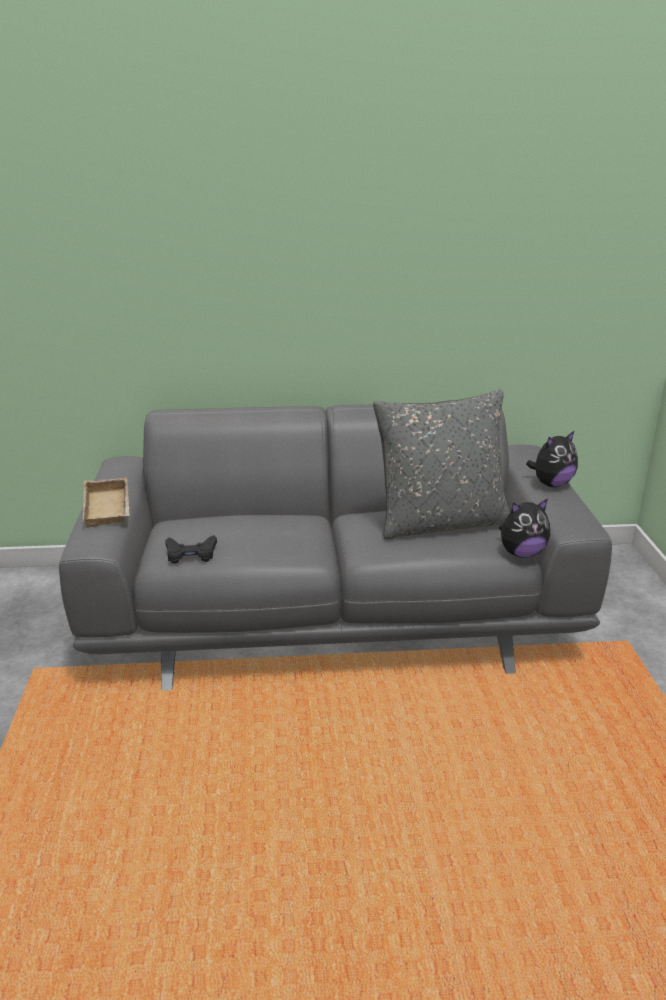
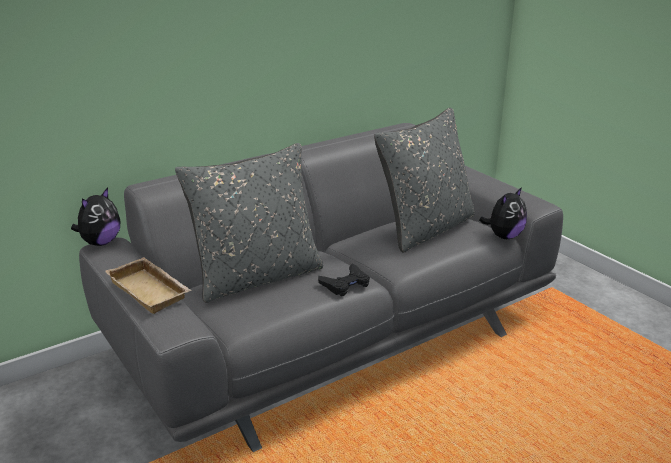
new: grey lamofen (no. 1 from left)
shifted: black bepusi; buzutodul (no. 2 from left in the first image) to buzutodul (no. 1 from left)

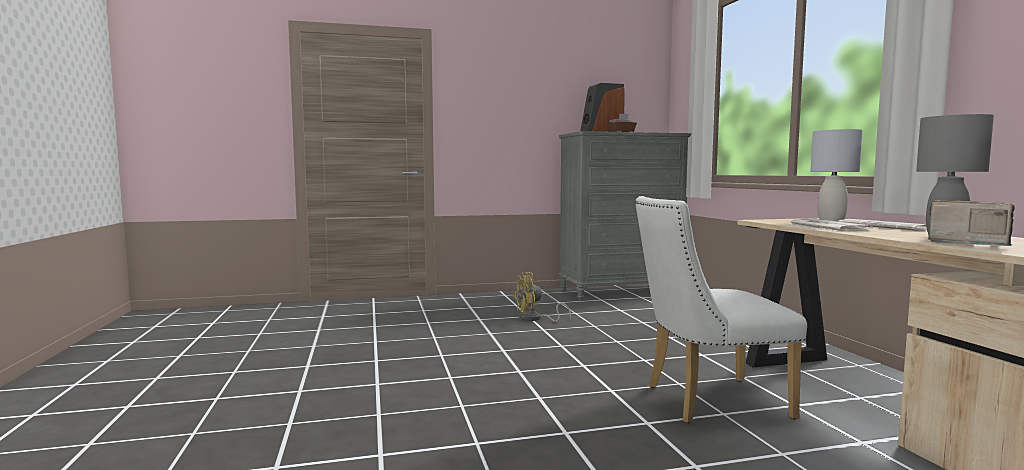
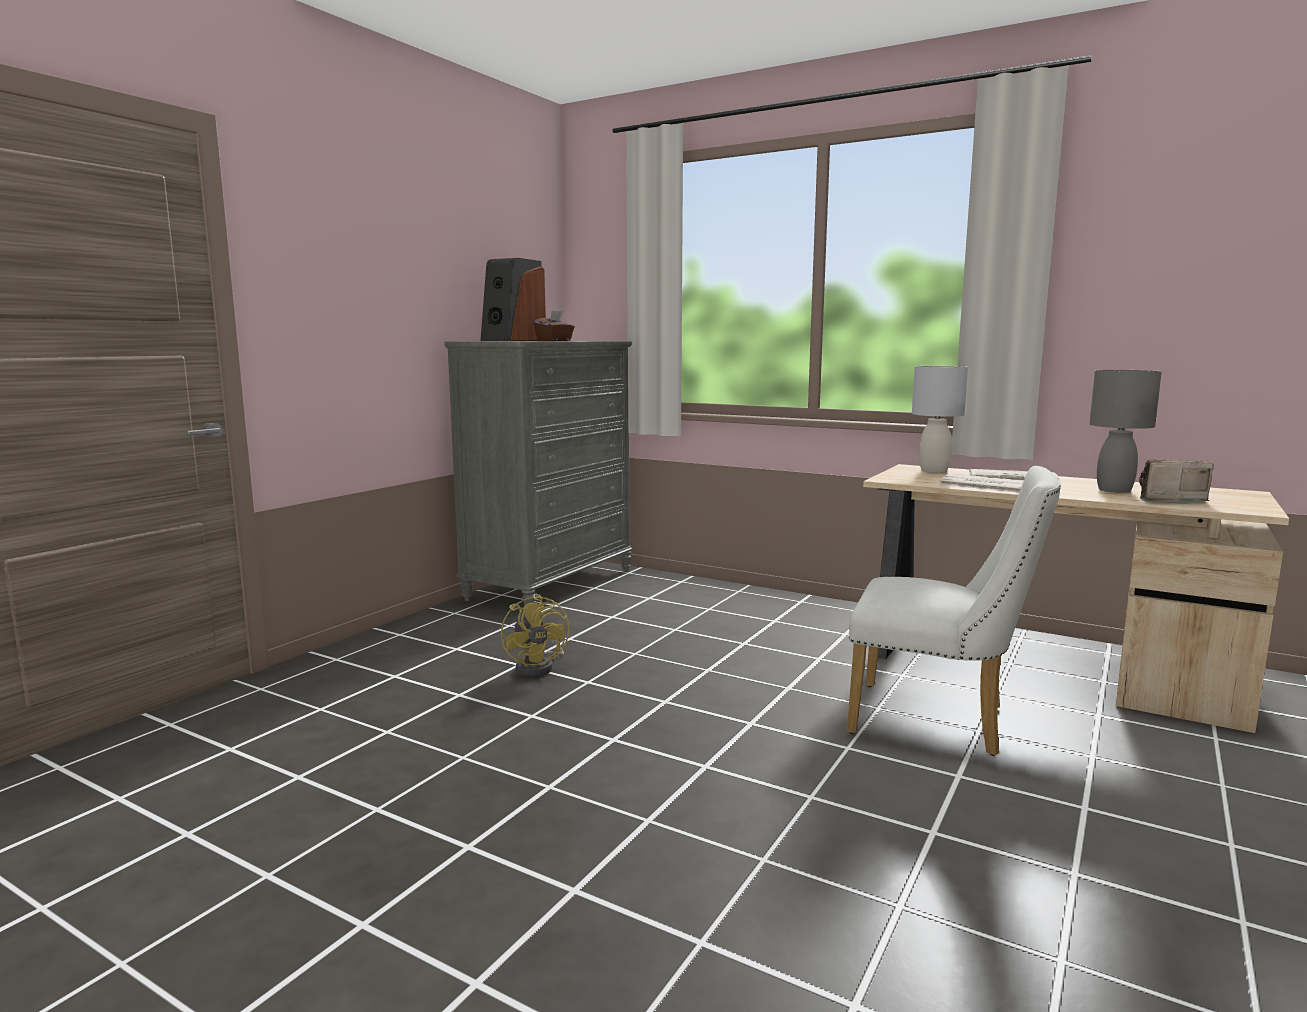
rotated: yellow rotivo 45 degrees counterclockwise; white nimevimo 105 degrees counterclockwise

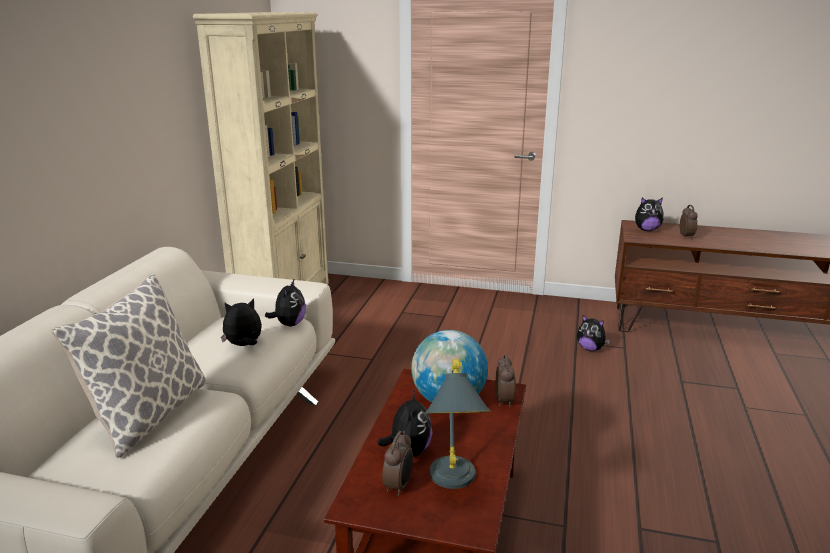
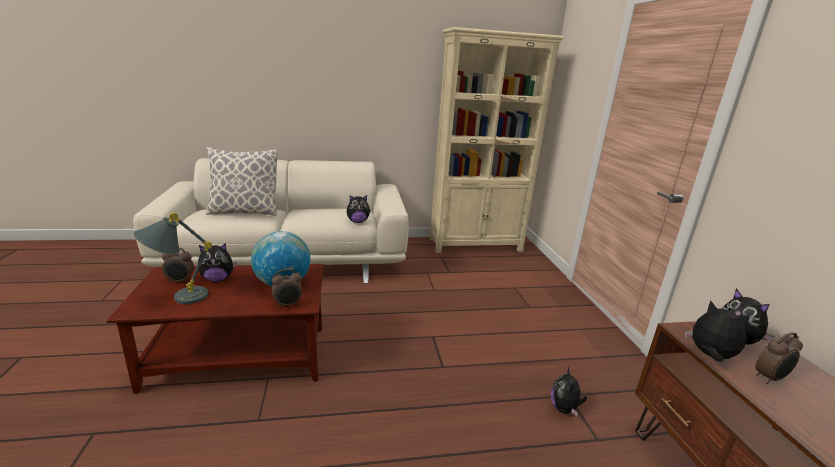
shifted: buzutodul (no. 1 from left in the first image) to buzutodul (no. 4 from left)

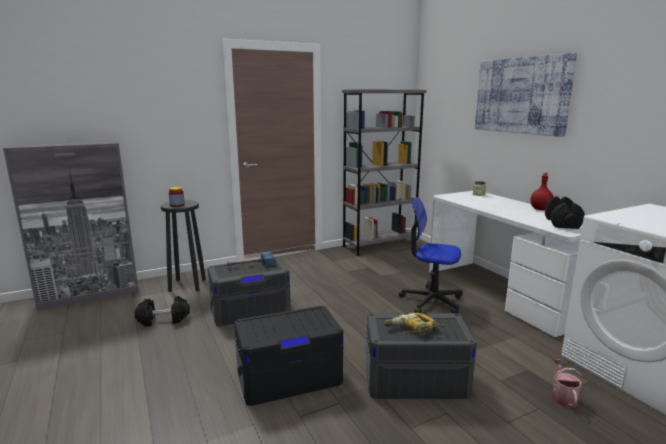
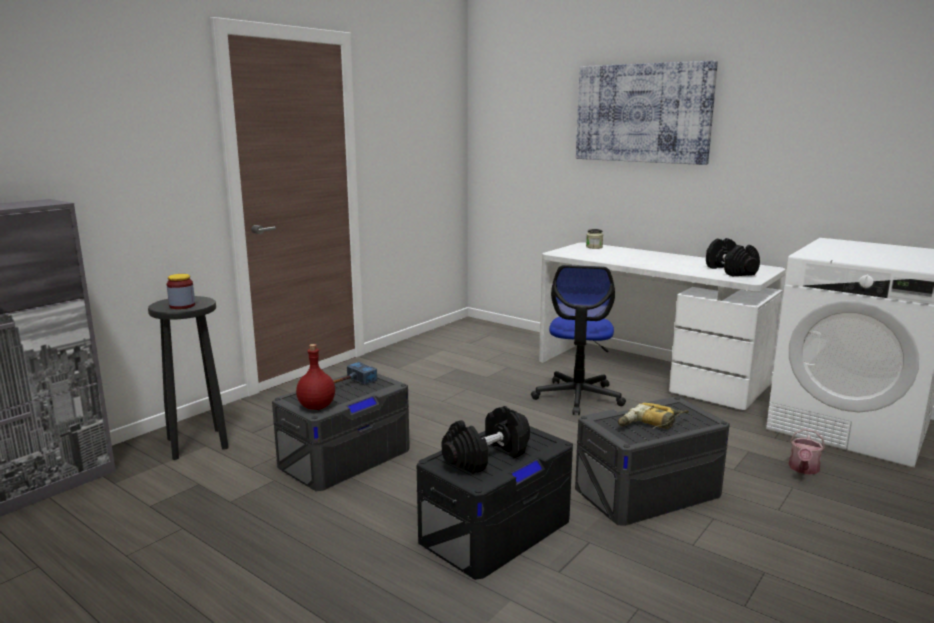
gone: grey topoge
shifted: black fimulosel (no. 1 from left); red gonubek
rotated: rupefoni 75 degrees counterclockwise; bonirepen 135 degrees counterclockwise

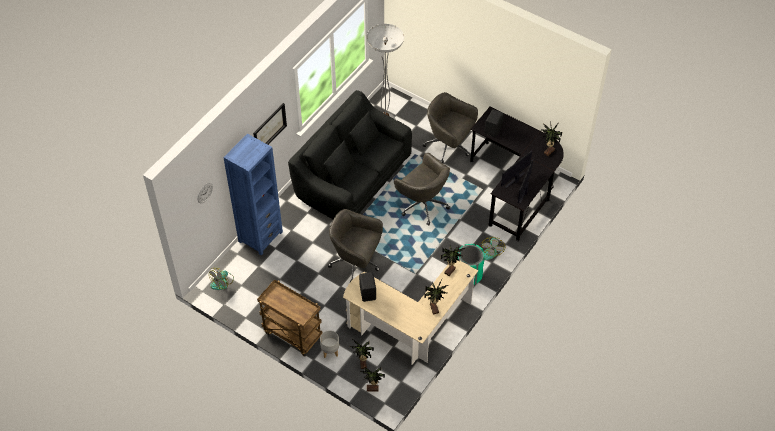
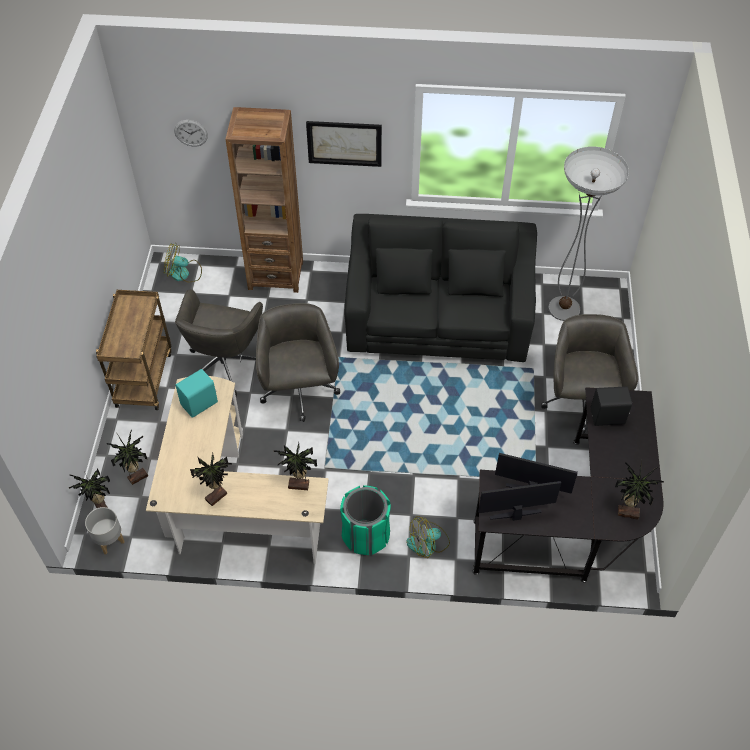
shifted: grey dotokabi; grey rupefoni (no. 2 from left in the first image) to grey rupefoni (no. 1 from left)
repainted: blue topoge to brown topoge; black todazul (no. 1 from left) to turquoise todazul

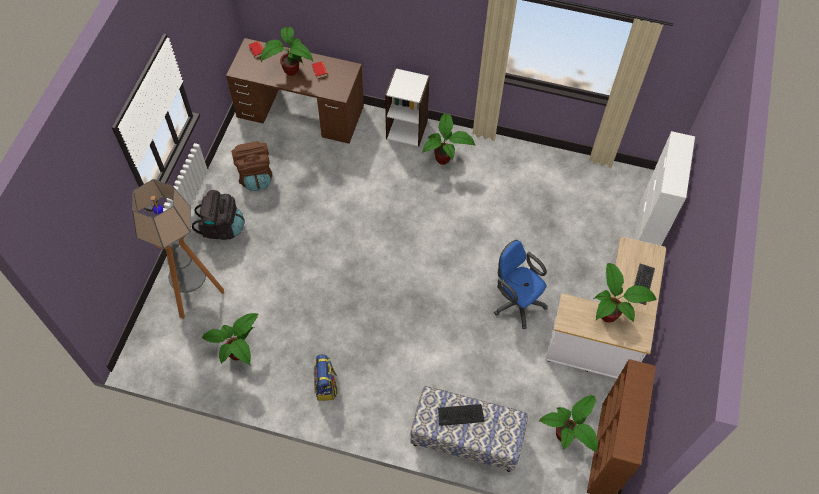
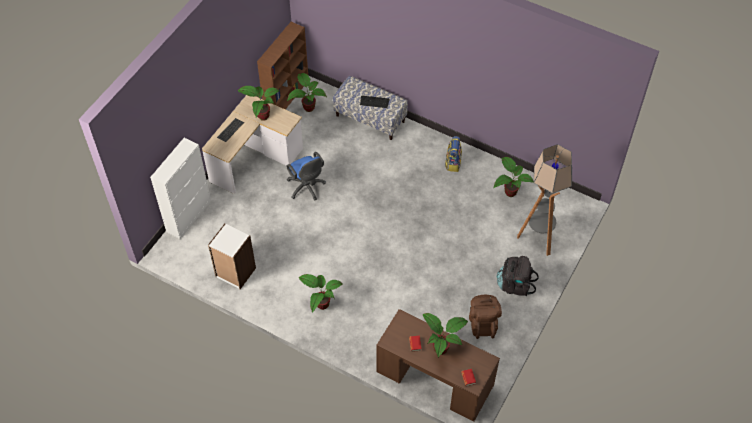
shifted: white topoge

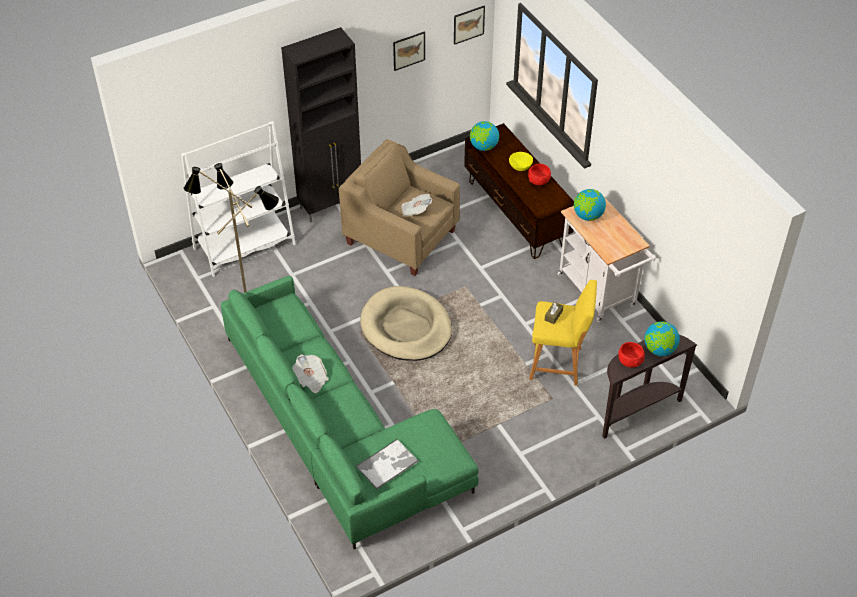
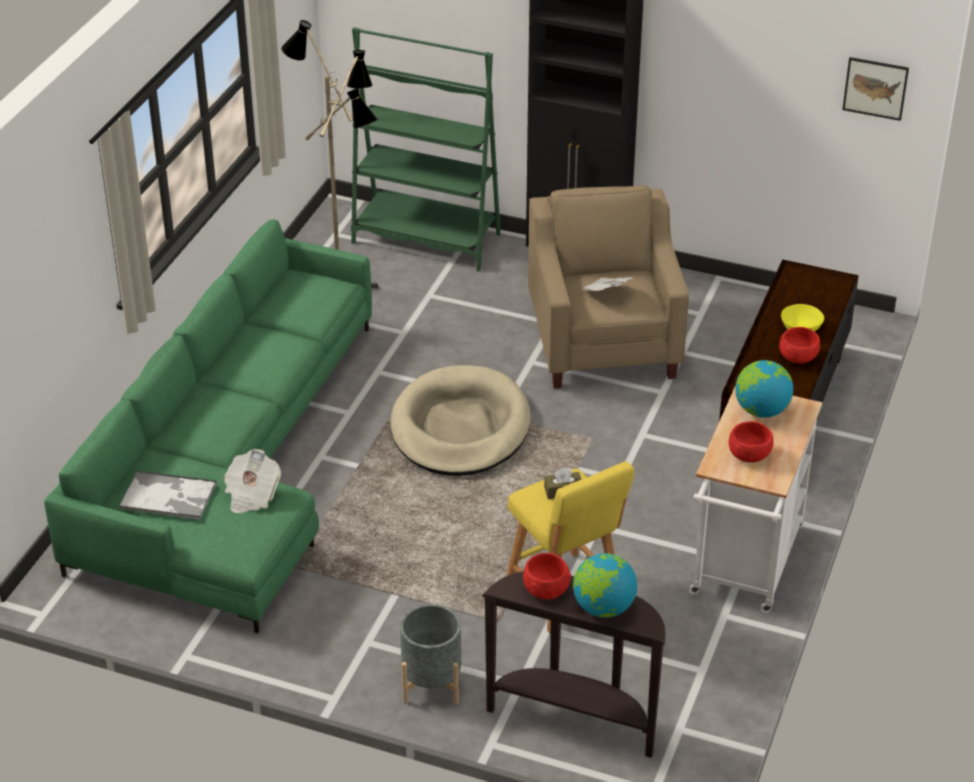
gone: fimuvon (no. 1 from left); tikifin (no. 1 from left)
new: grey dotokabi; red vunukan (no. 2 from left)
shifted: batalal (no. 1 from left)
repainted: white topoge to green topoge

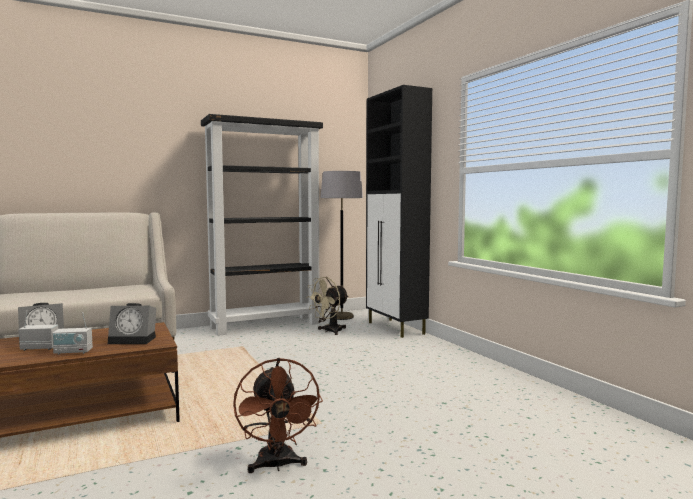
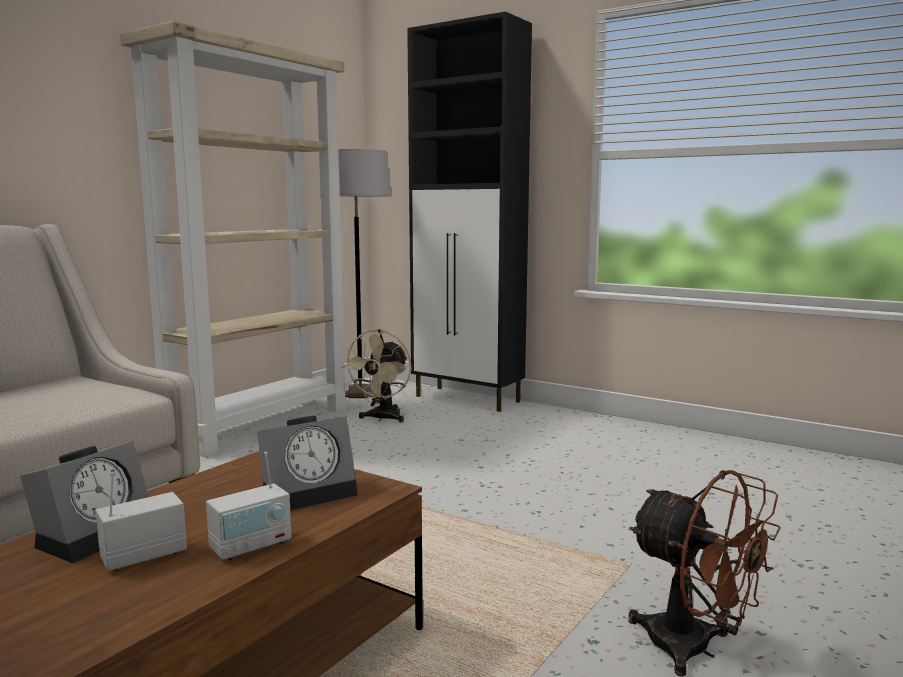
repainted: black topoge to beige topoge

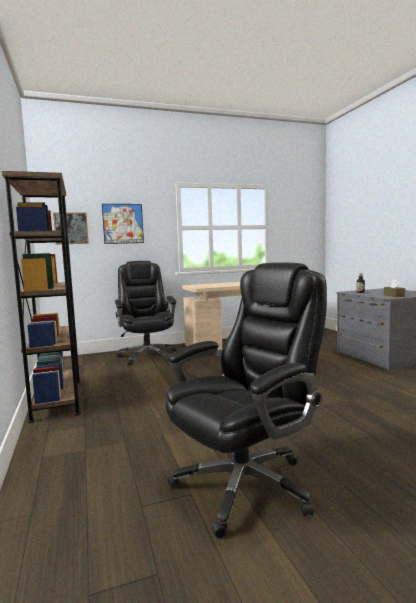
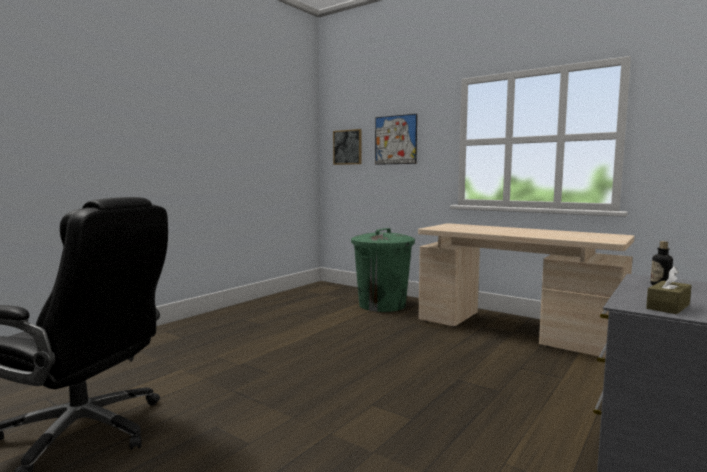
gone: brown topoge
swapped: black rupefoni (no. 1 from left) to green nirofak

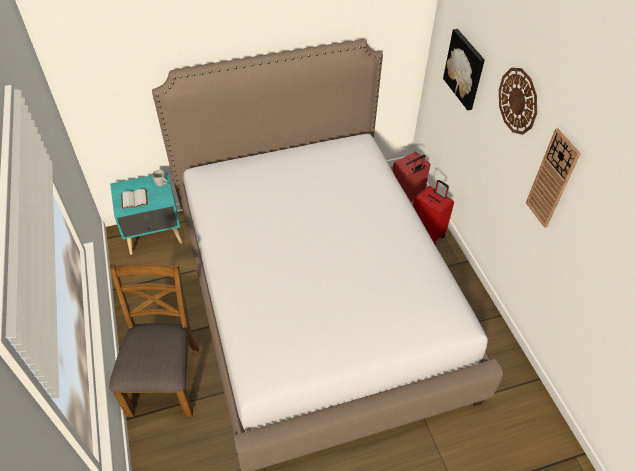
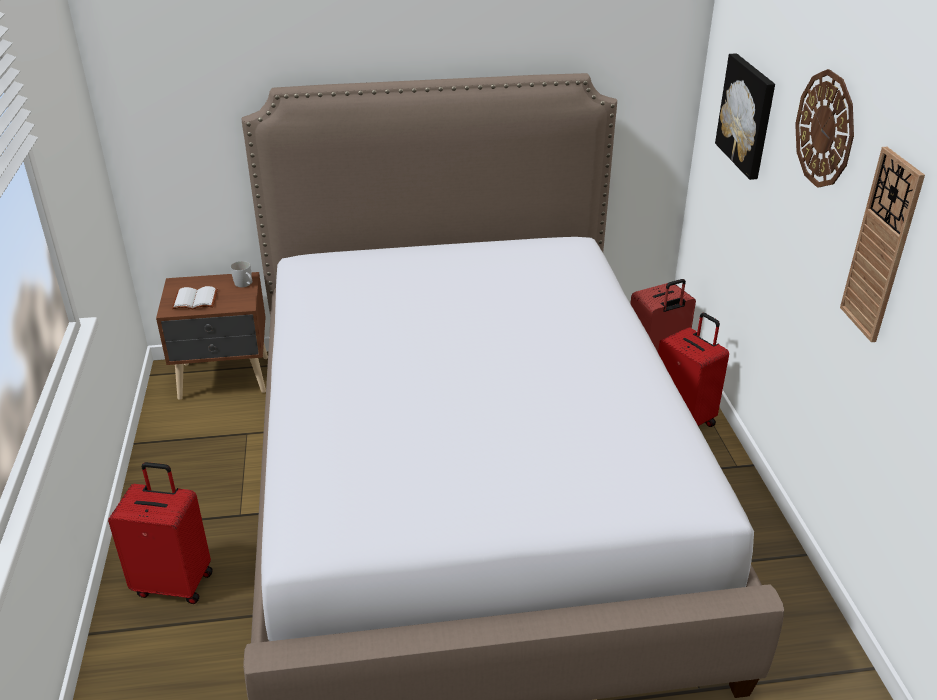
swapped: brown nimevimo to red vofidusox (no. 1 from left)
repainted: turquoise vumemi to brown vumemi

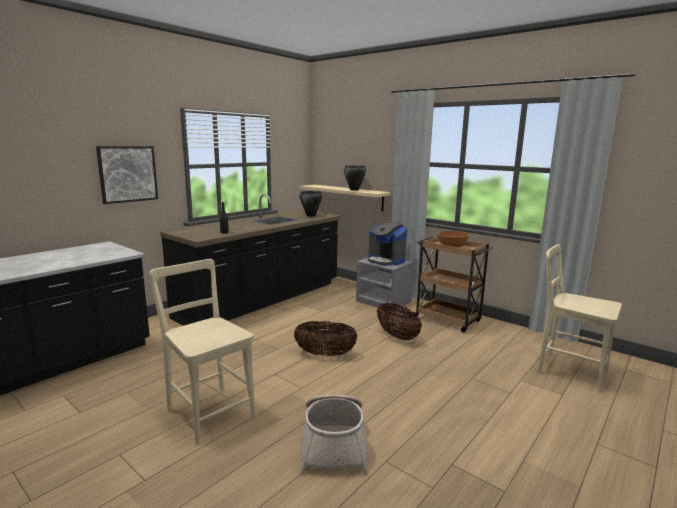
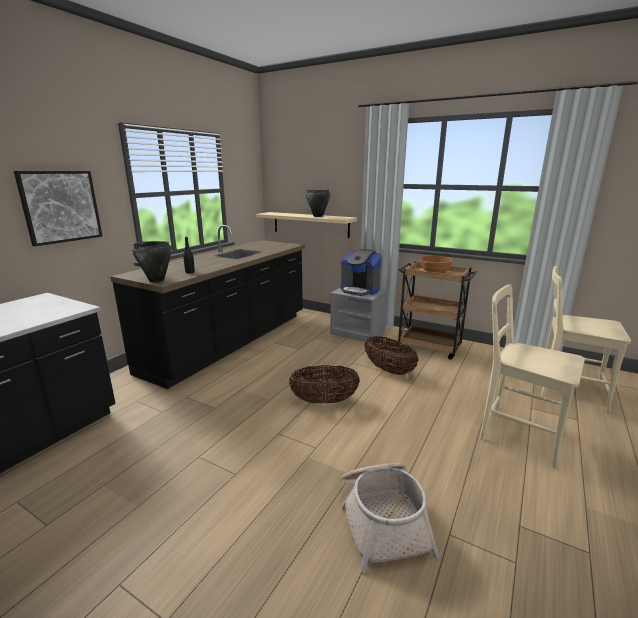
shifted: beige nimevimo (no. 1 from left); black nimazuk (no. 1 from left)

